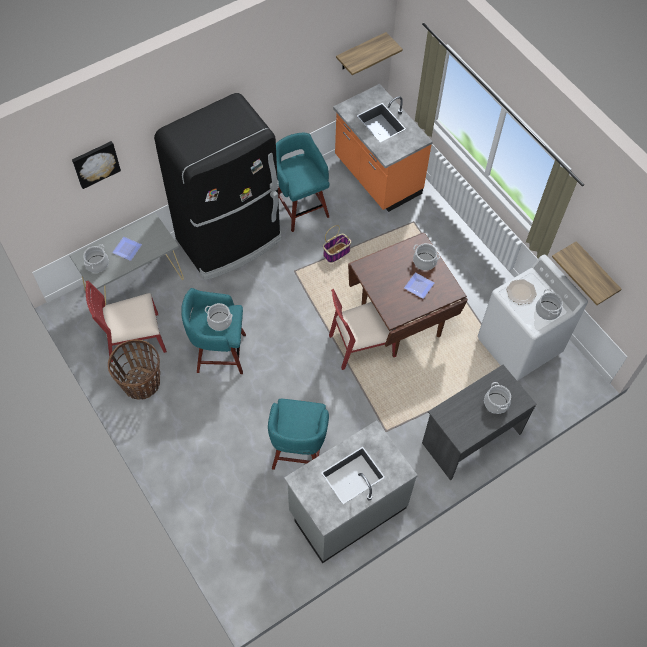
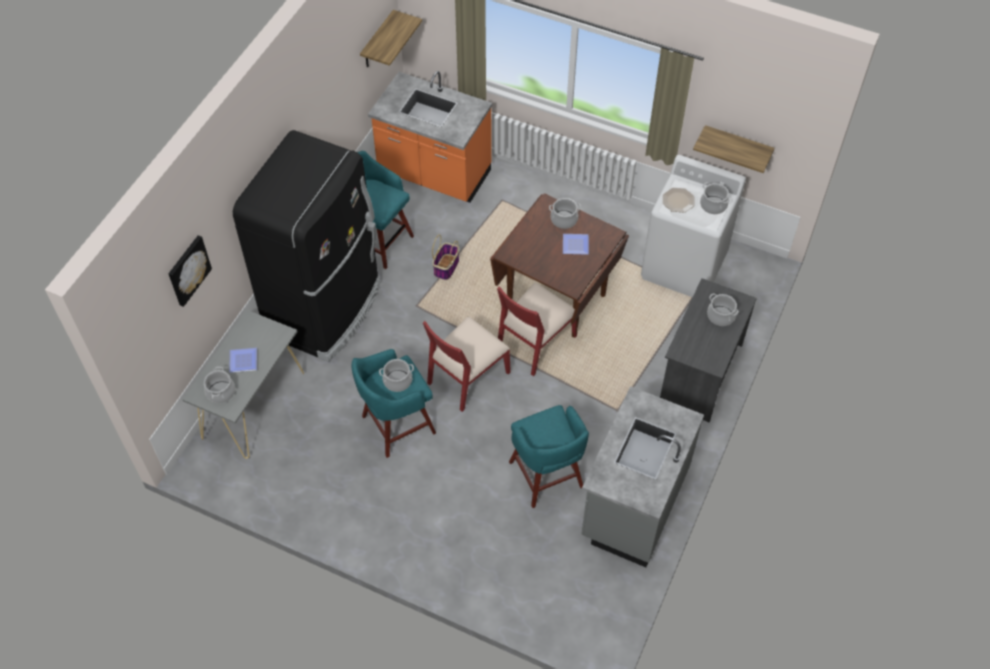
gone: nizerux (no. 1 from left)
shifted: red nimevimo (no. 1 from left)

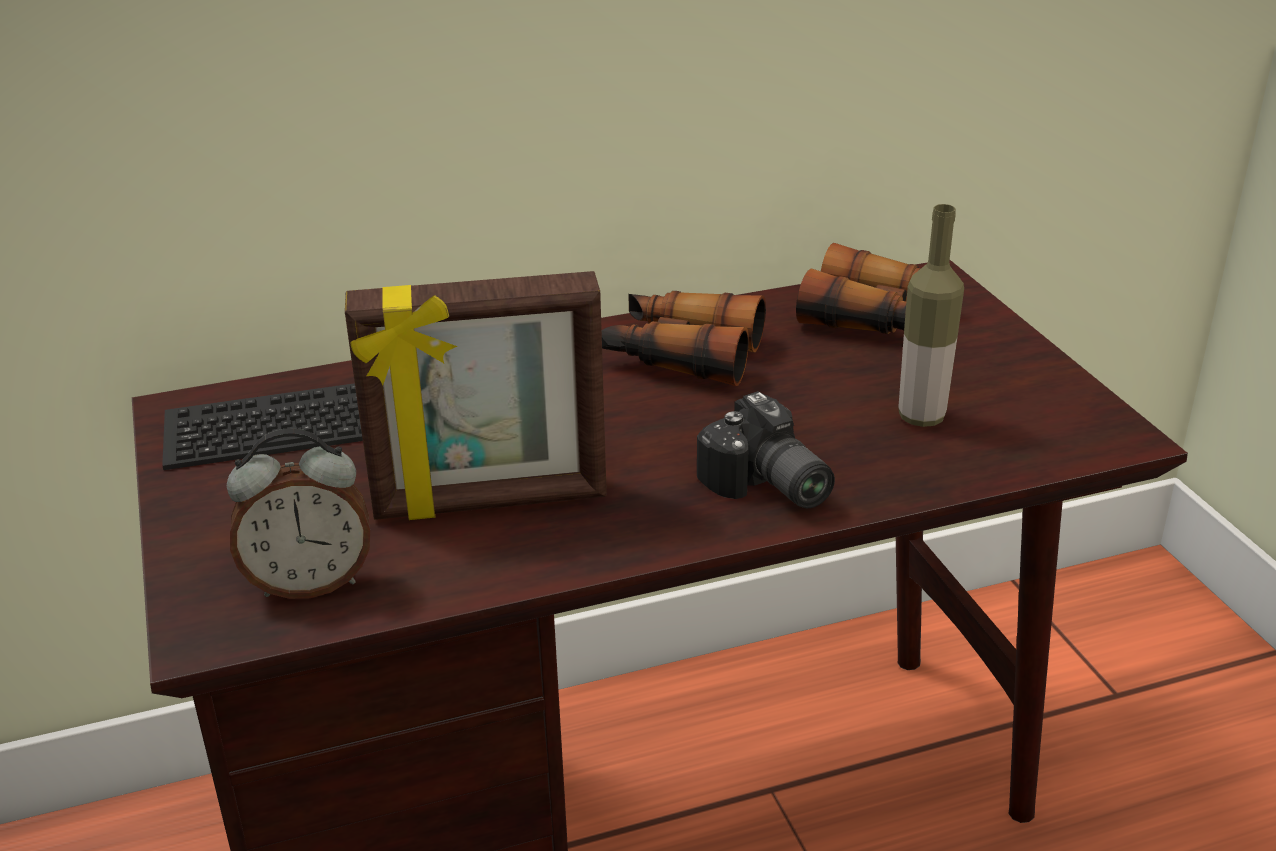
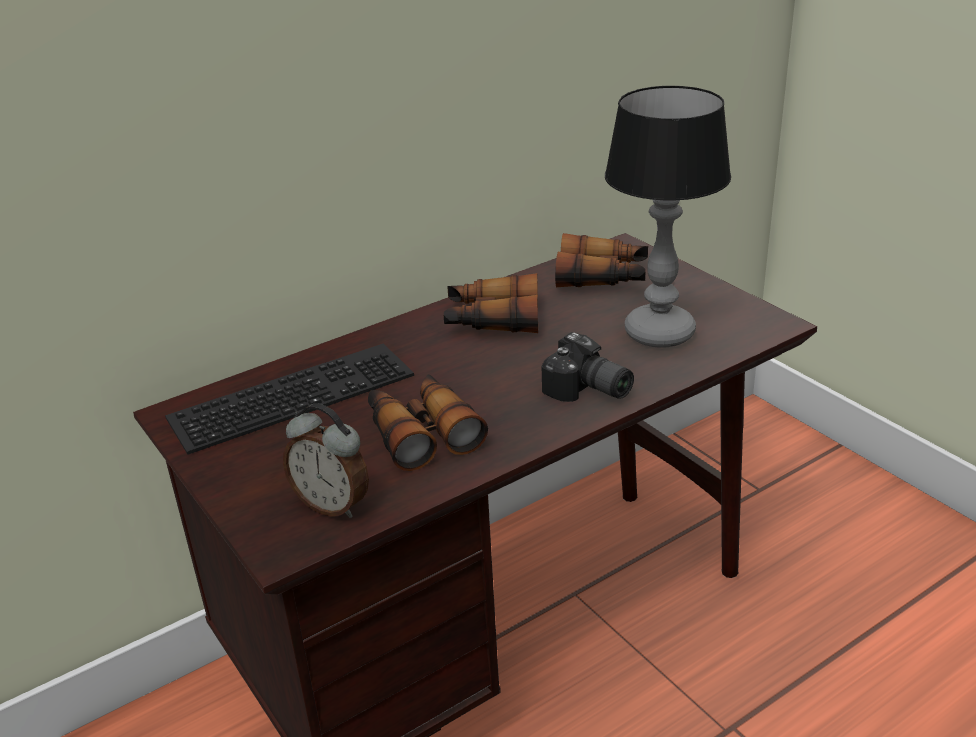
swapped: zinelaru to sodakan (no. 1 from left); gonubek to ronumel
rotated: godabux 60 degrees clockwise

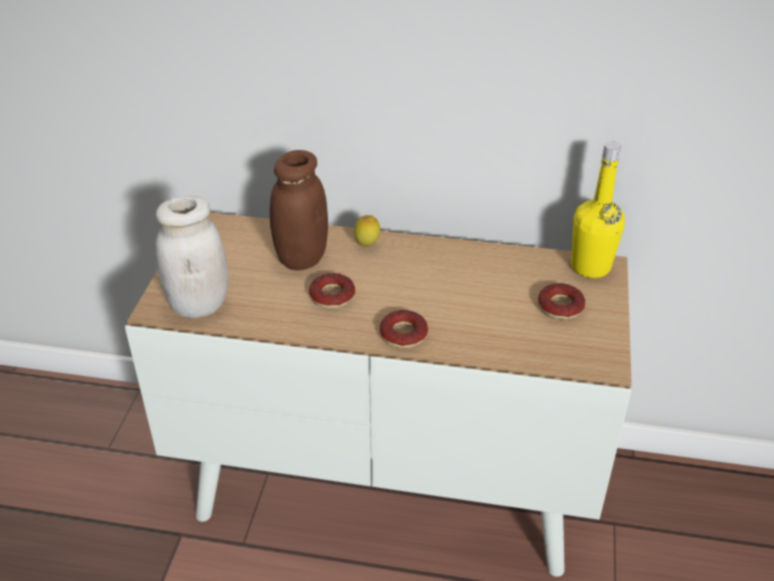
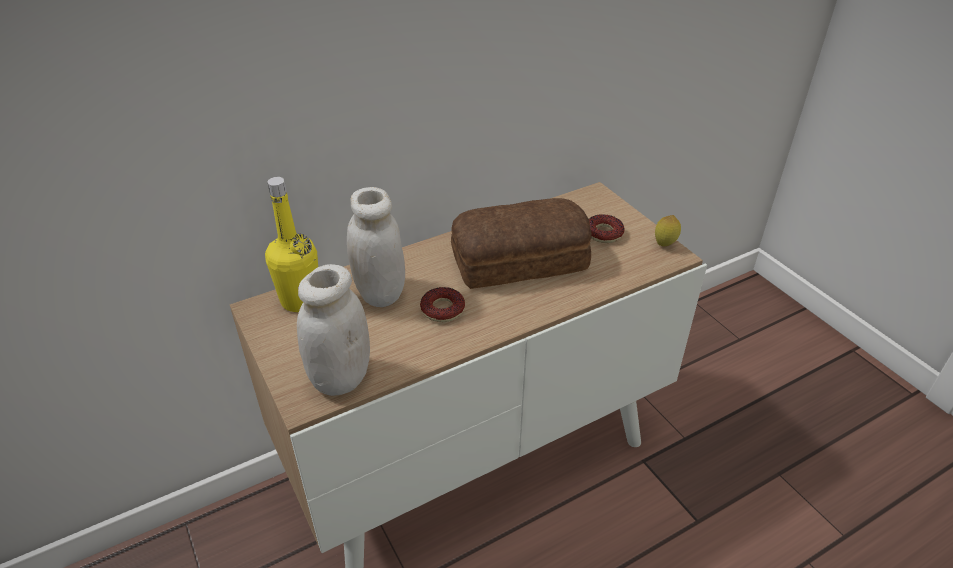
gone: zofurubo (no. 2 from left)
new: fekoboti
shifted: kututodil; yellow gonubek
repainted: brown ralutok to white ralutok (no. 2 from left)

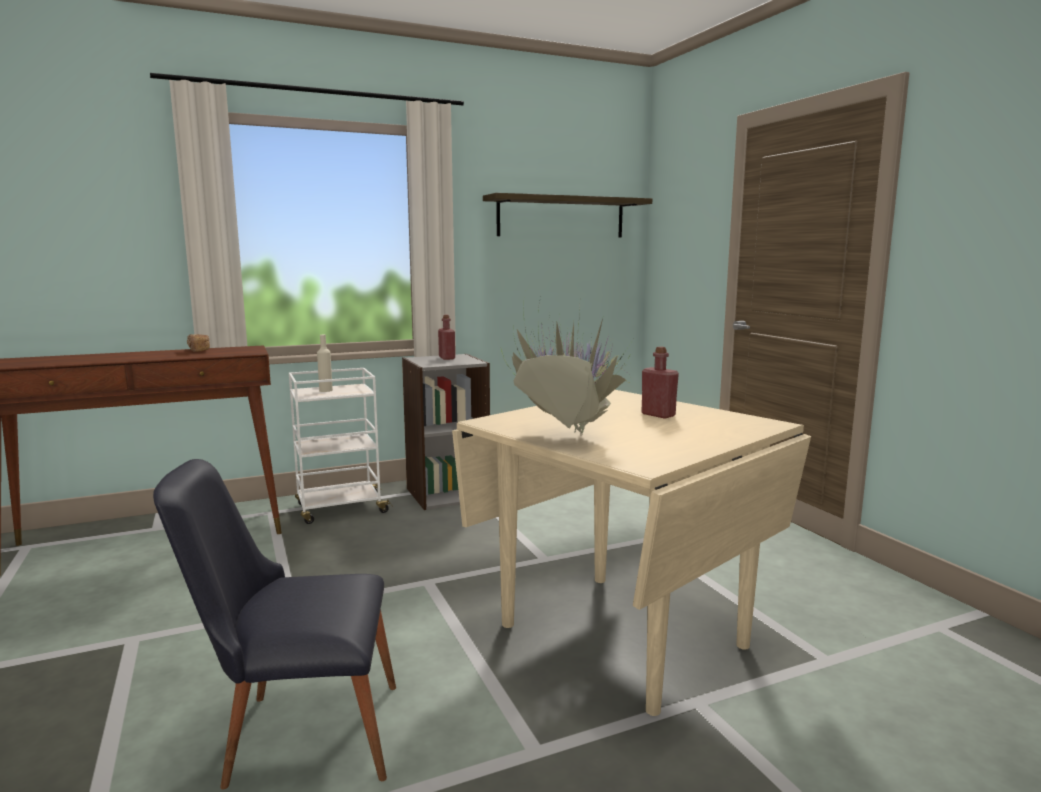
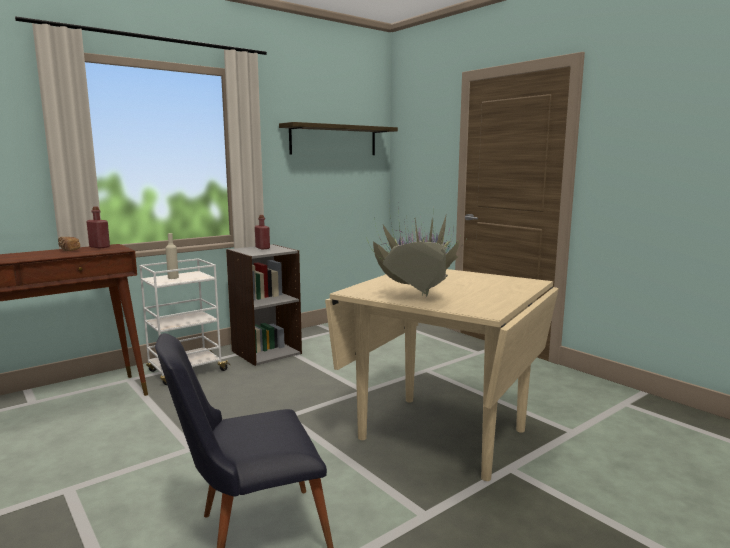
shifted: red gonubek (no. 2 from left in the first image) to red gonubek (no. 1 from left)

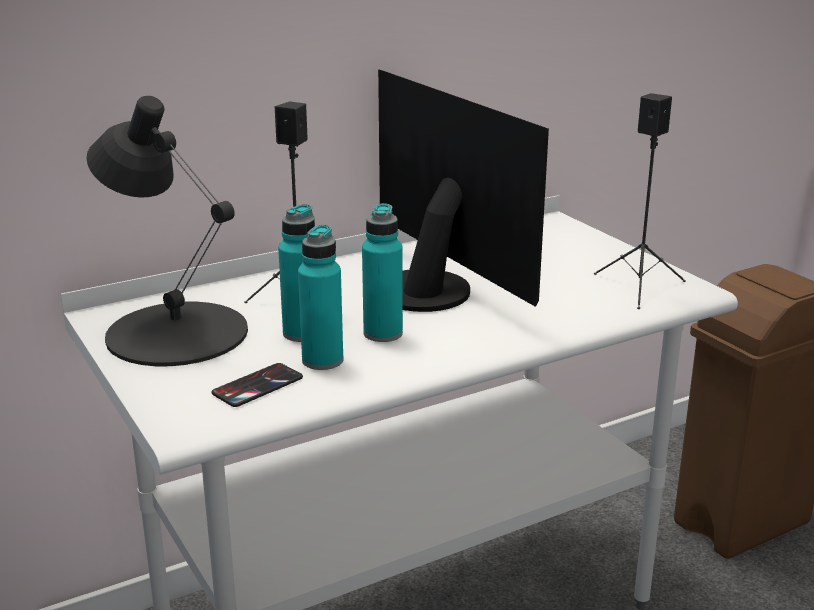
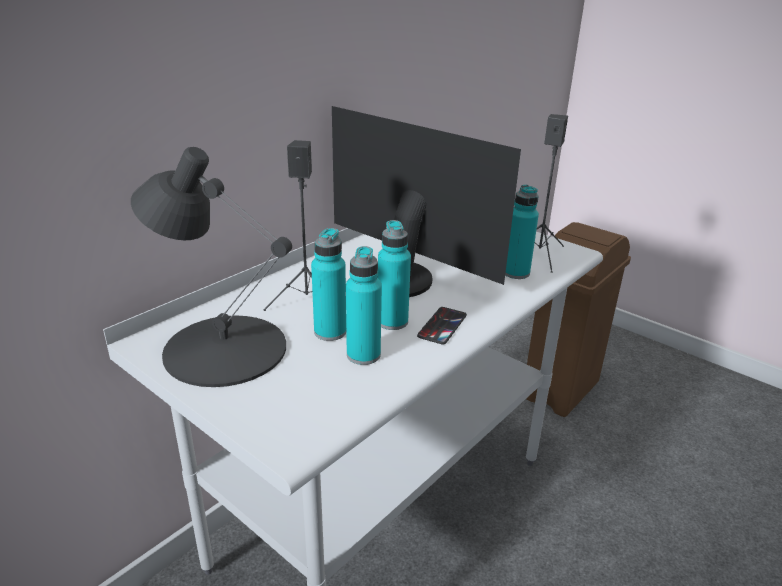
new: turquoise gonubek (no. 4 from left)
shifted: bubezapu

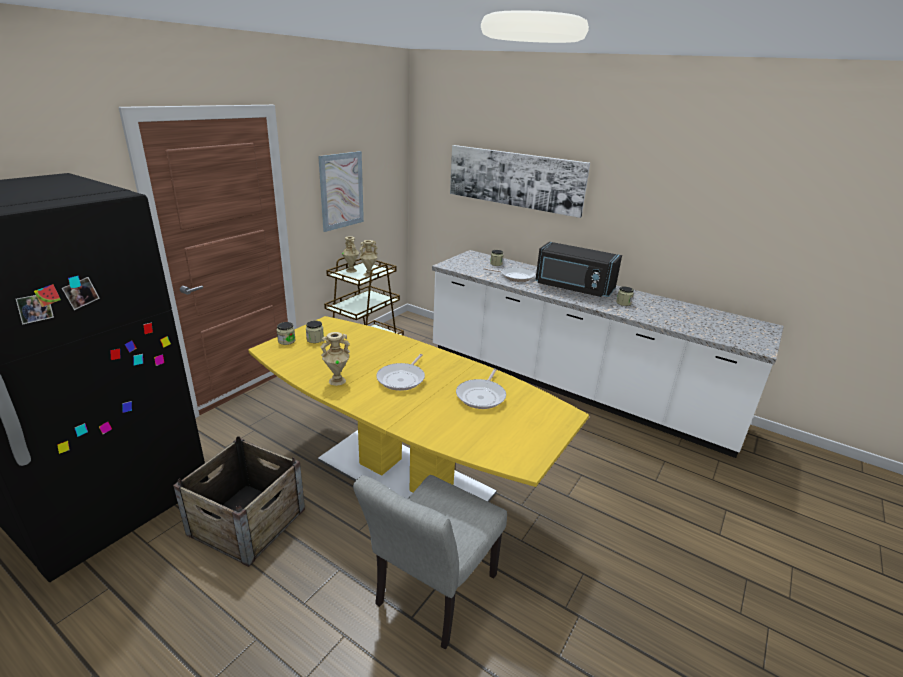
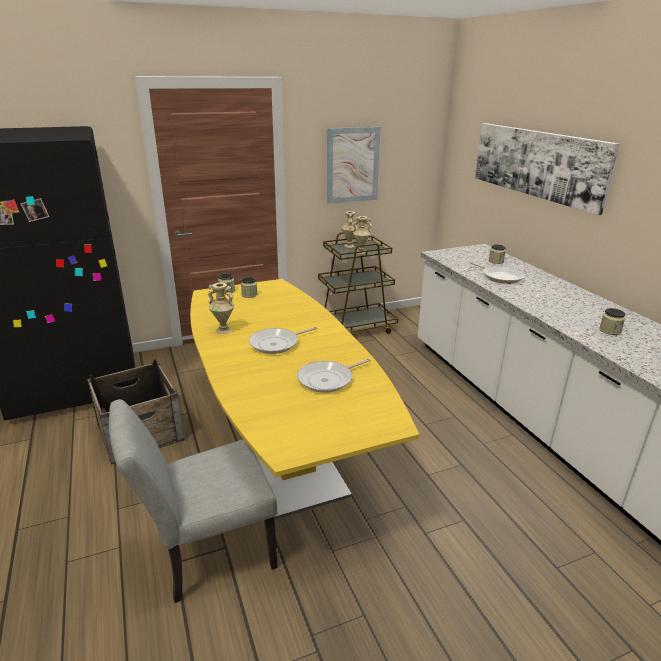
gone: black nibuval

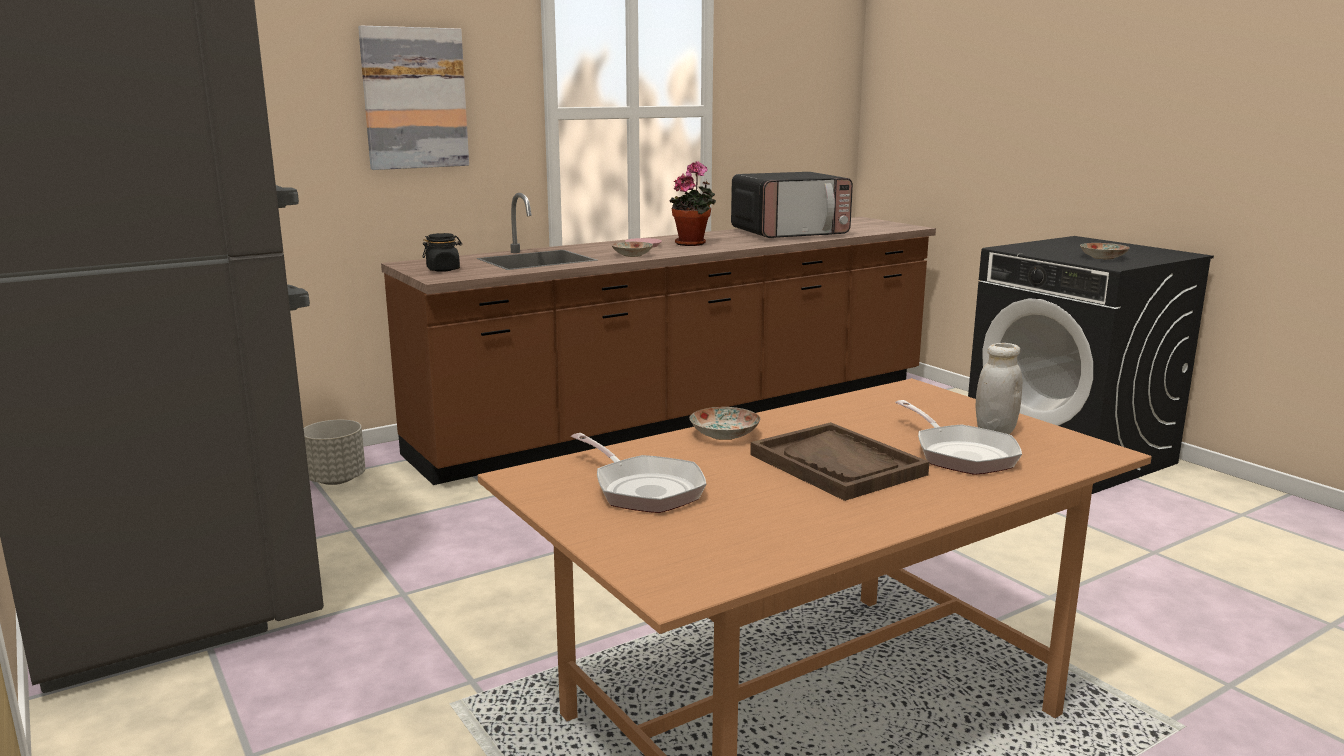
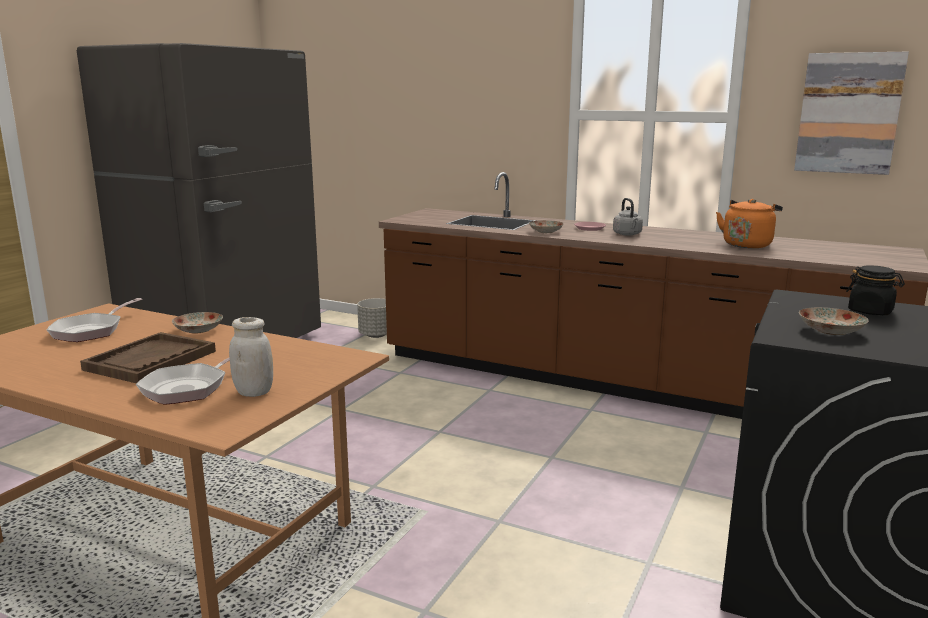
shifted: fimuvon; black ralutok
swapped: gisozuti to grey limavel; nibuval to orange limavel

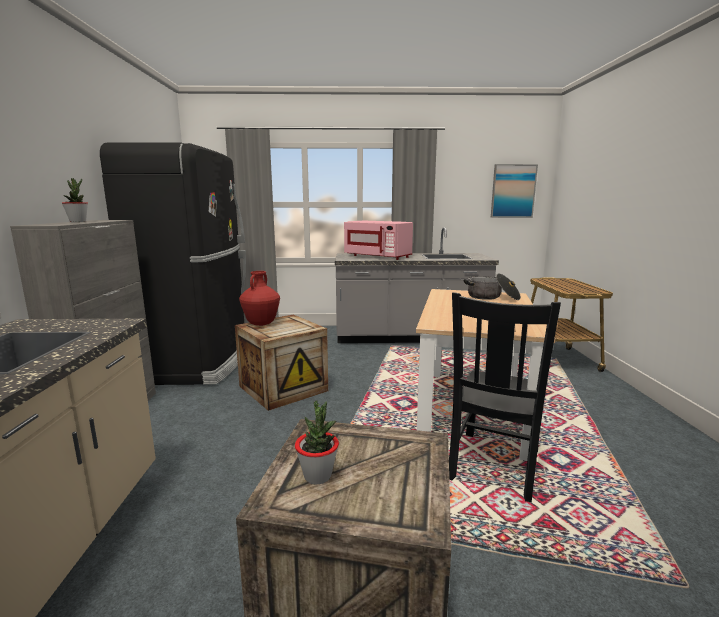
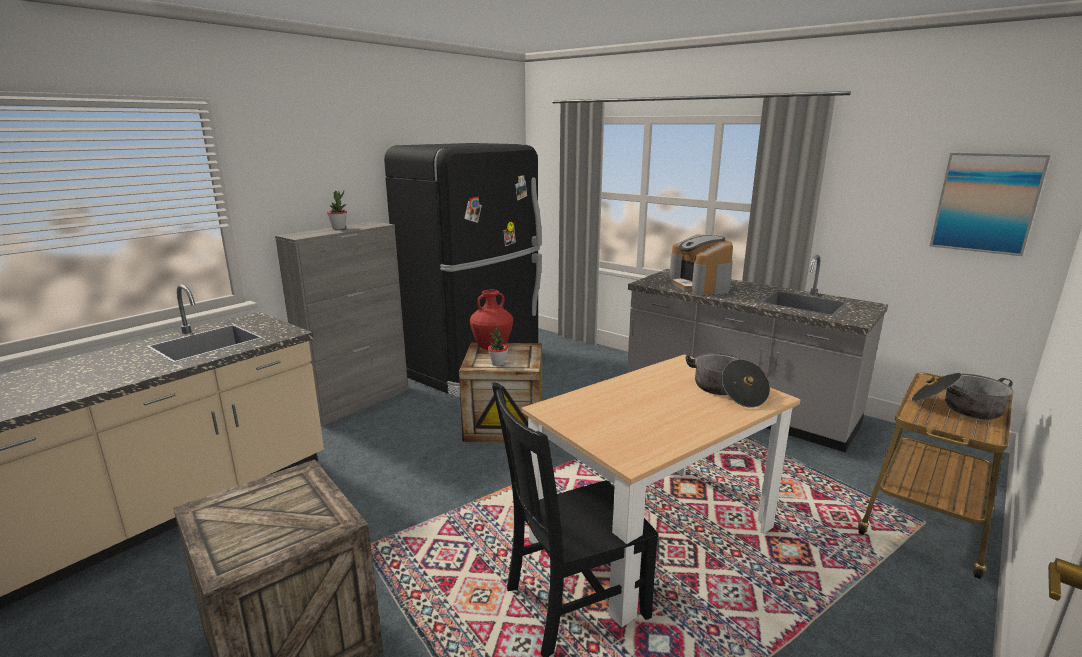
new: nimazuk (no. 2 from left)
shifted: gisozuti (no. 2 from left)
swapped: pink nibuval to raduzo

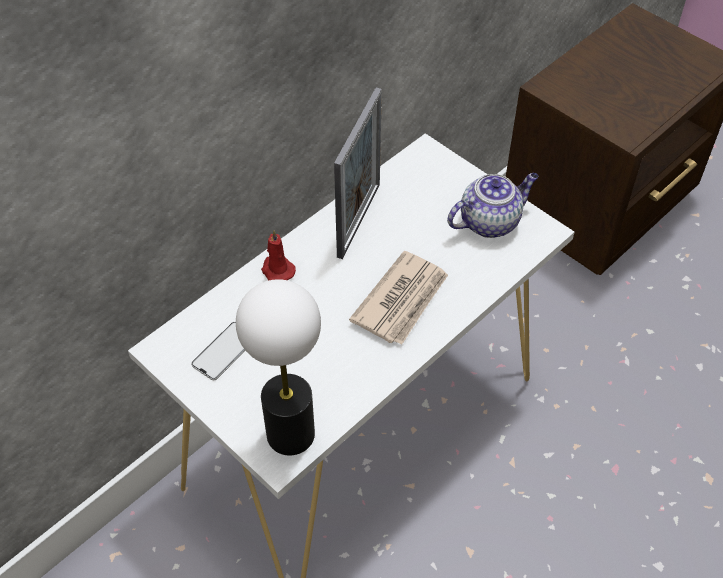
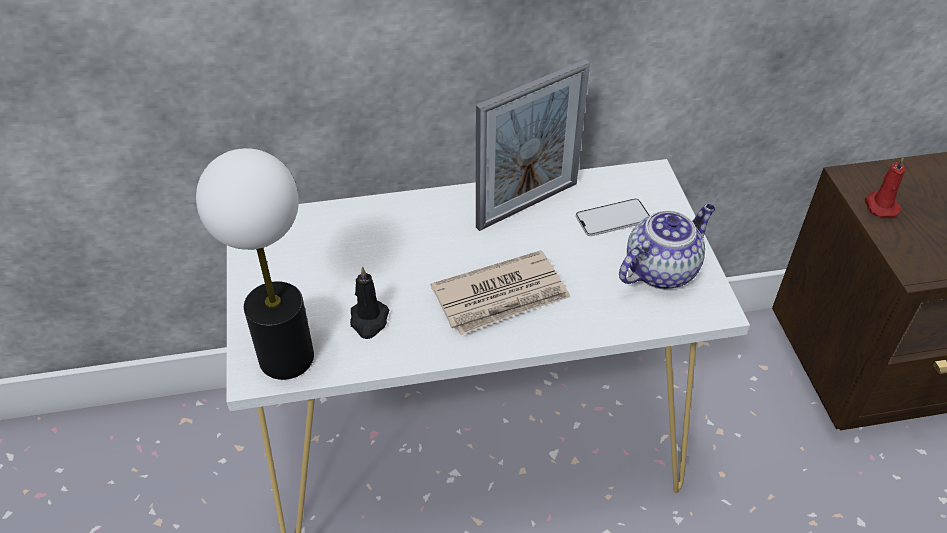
new: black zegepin
shifted: bubezapu; red zegepin
rotated: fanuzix 45 degrees counterclockwise

